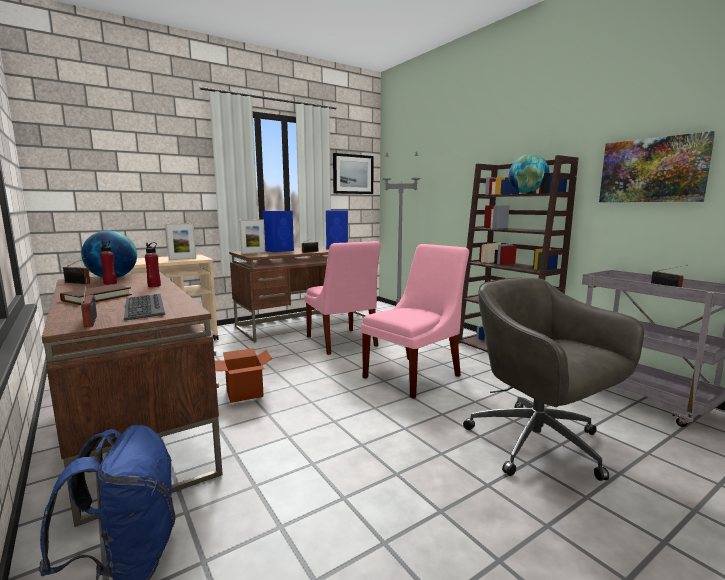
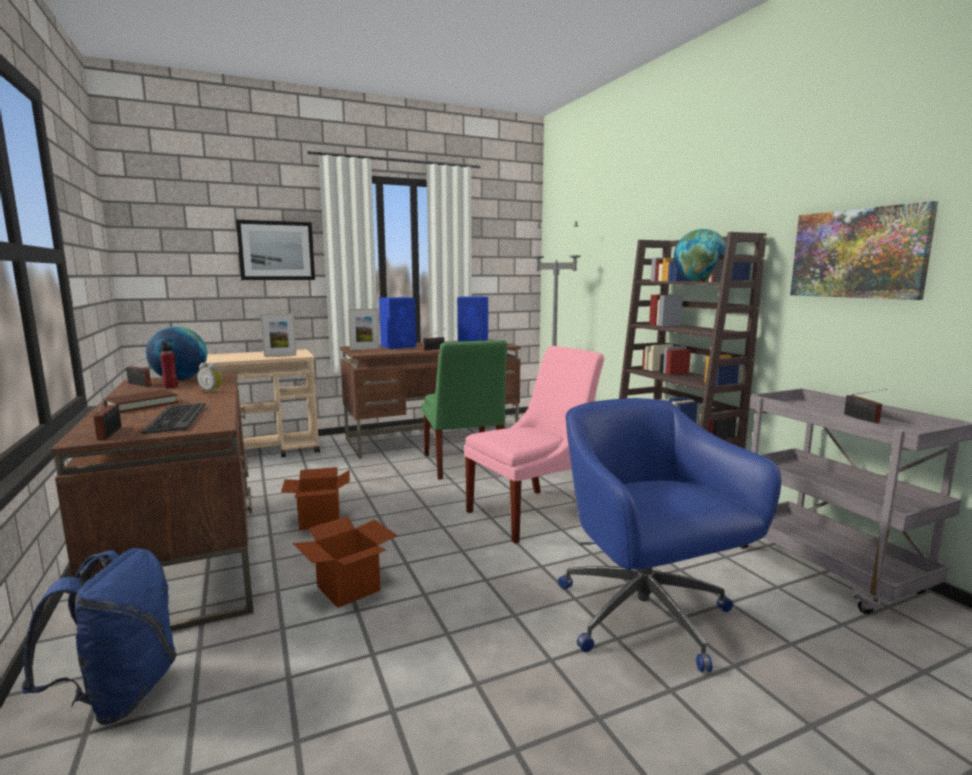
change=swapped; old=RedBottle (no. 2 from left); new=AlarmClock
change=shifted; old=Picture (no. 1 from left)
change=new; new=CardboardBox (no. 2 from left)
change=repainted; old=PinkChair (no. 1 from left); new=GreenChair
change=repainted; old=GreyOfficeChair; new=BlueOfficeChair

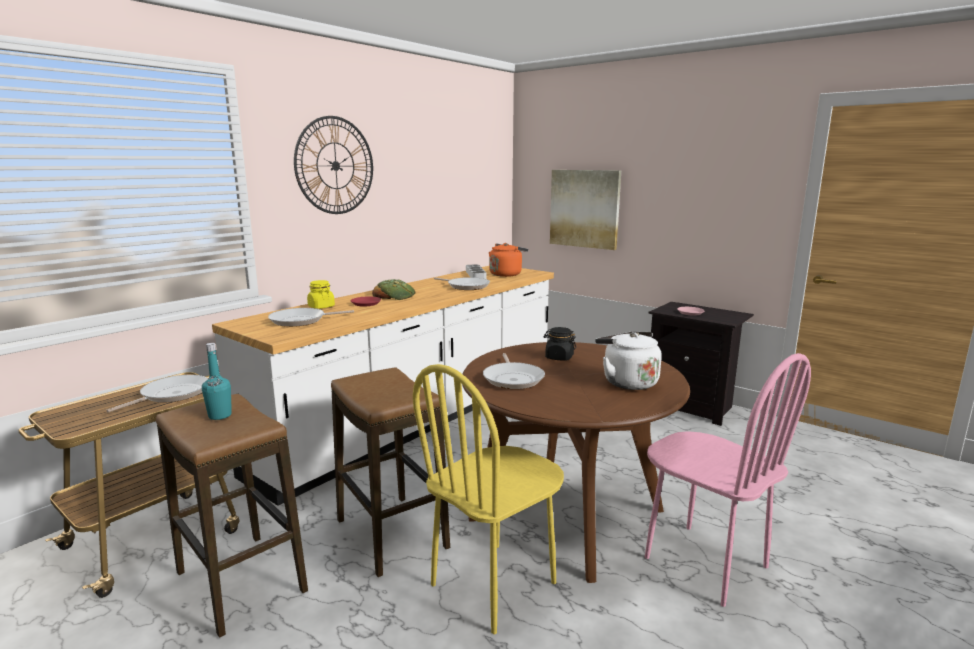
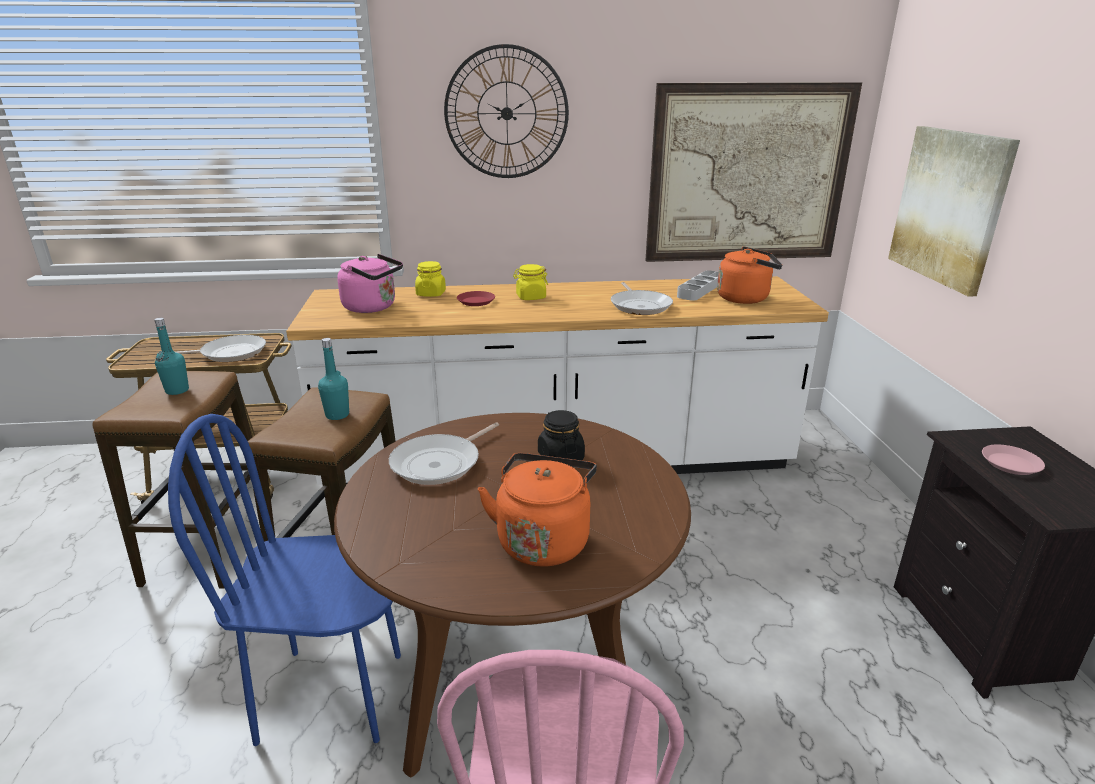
change=repainted; old=YellowChair; new=BlueChair
change=new; new=TurquoiseBottle (no. 2 from left)
change=swapped; old=FryingPan (no. 2 from left); new=PinkKettle
change=repainted; old=WhiteKettle; new=OrangeKettle (no. 1 from left)
change=swapped; old=Bread; new=YellowJar (no. 2 from left)
change=new; new=Picture (no. 1 from left)

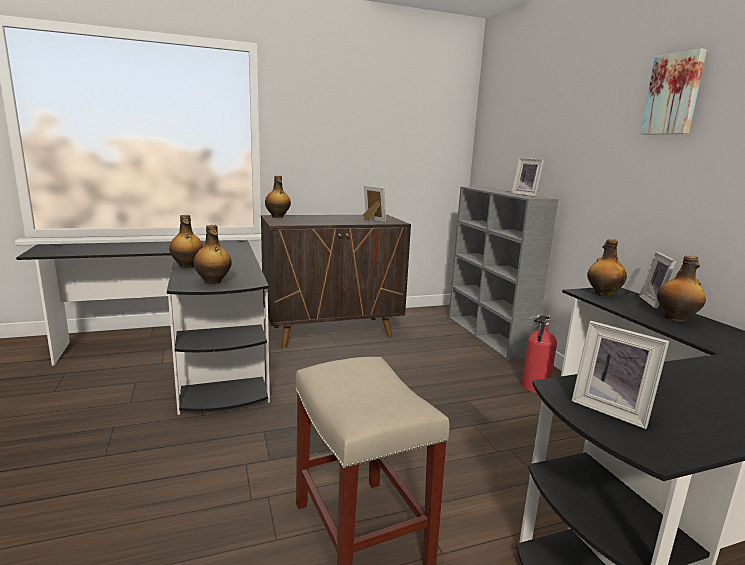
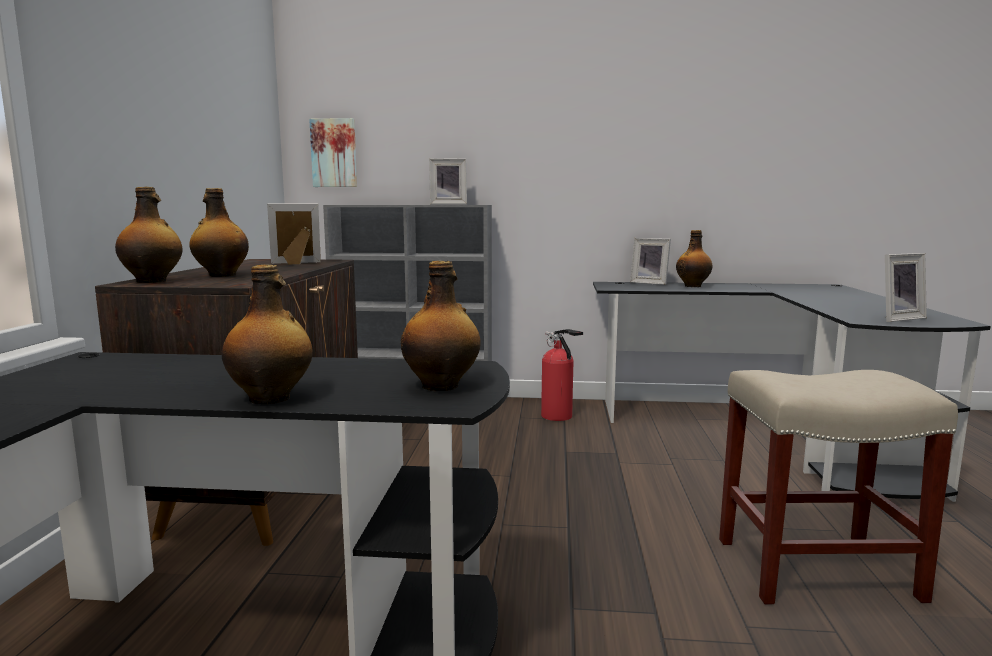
change=shifted; old=Bottle (no. 4 from left in the first image); new=Bottle (no. 2 from left)
change=shifted; old=Picture

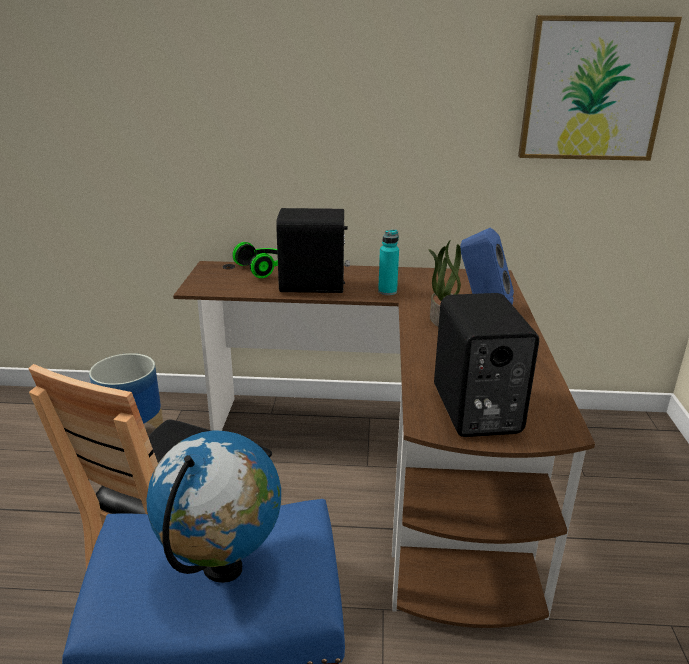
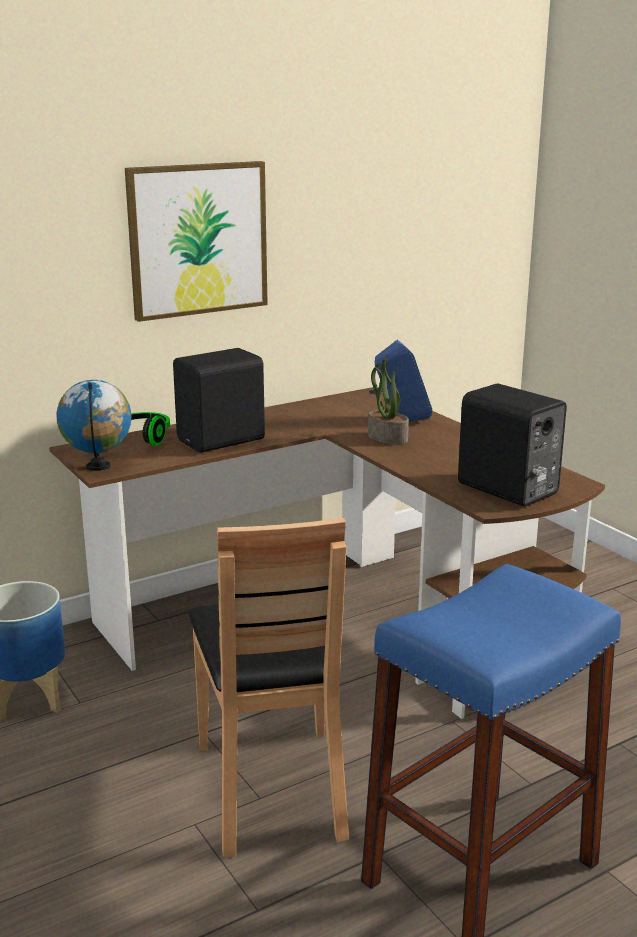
change=shifted; old=Globe
change=shifted; old=Picture
change=gone; old=TurquoiseBottle

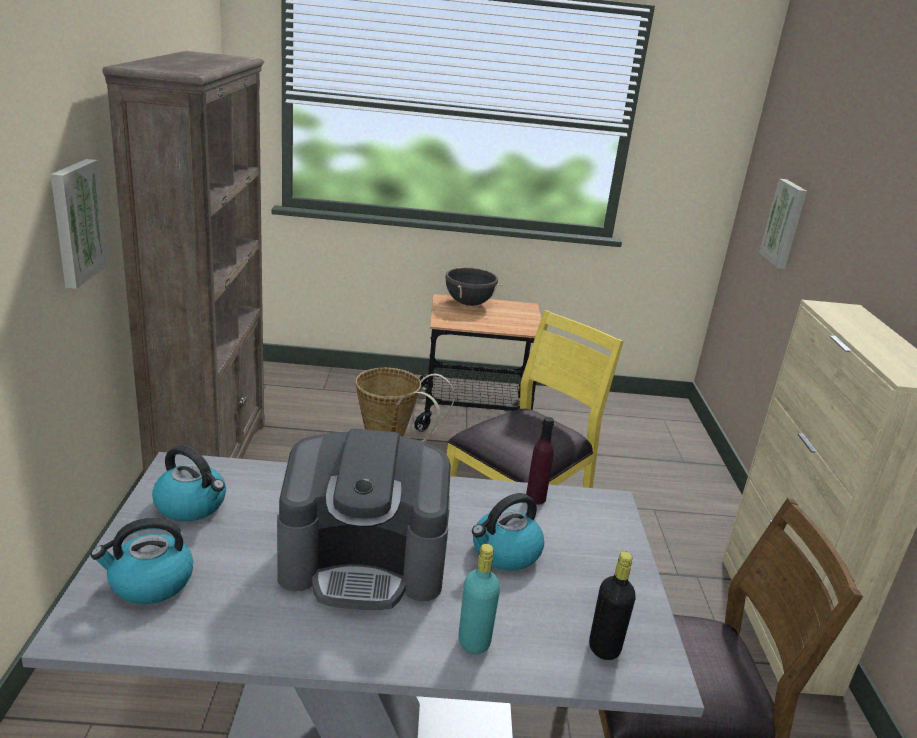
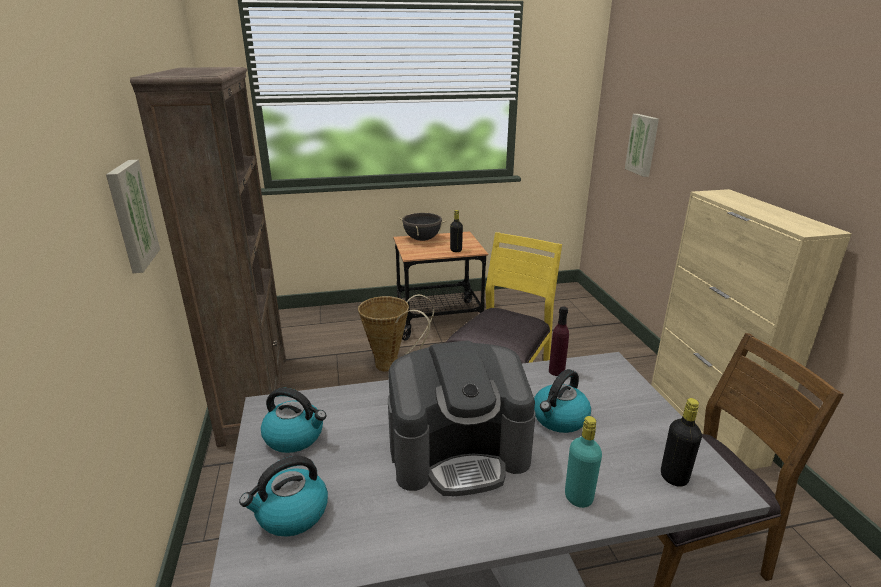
change=new; new=BlackBottle (no. 1 from left)

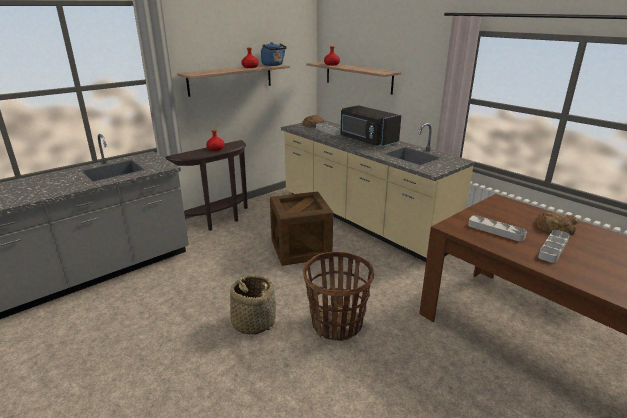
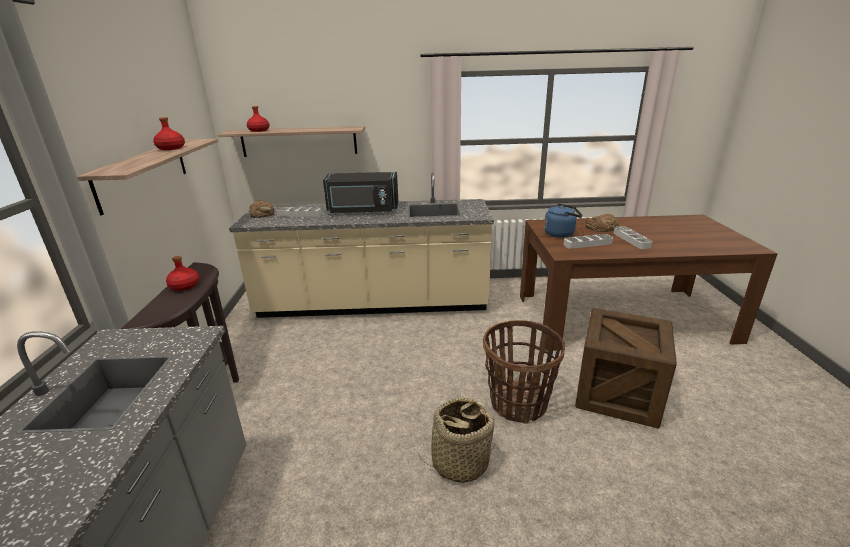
change=shifted; old=BlueKettle
change=shifted; old=Crate

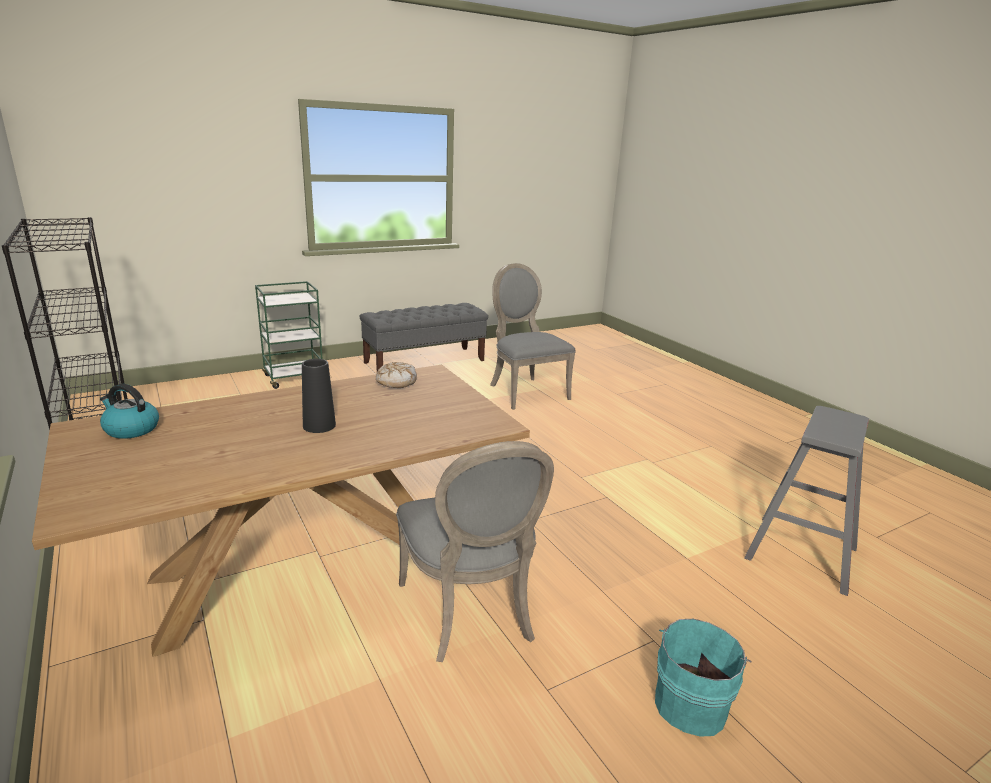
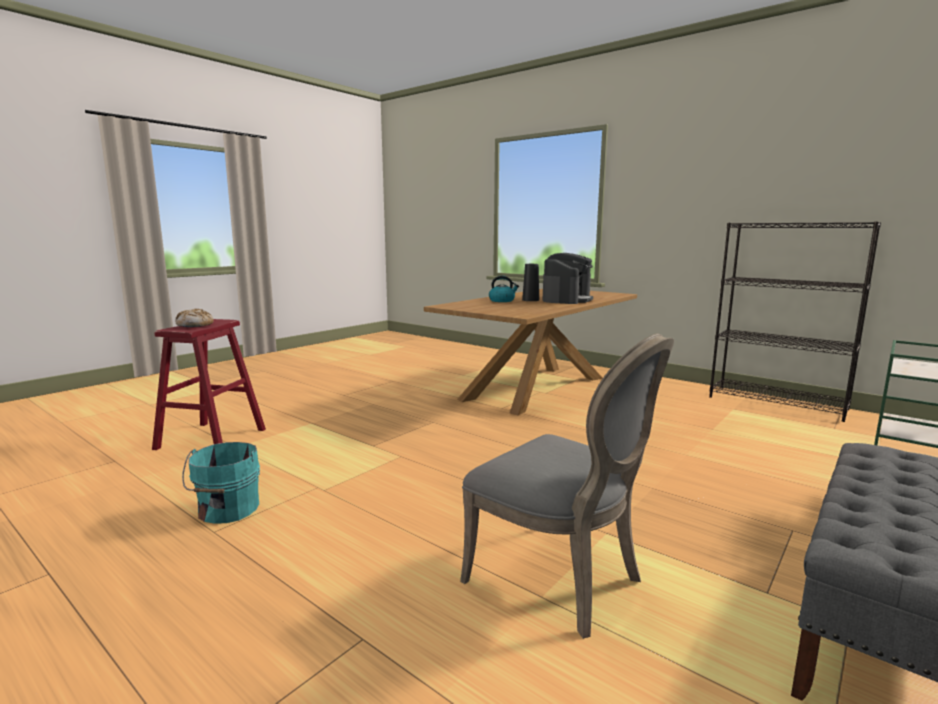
change=repainted; old=GreyStool; new=RedStool
change=shifted; old=Bread
change=shifted; old=TurquoiseBucket
change=shifted; old=Kettle
change=new; new=CoffeeMachine
change=gone; old=GreyChair (no. 1 from left)

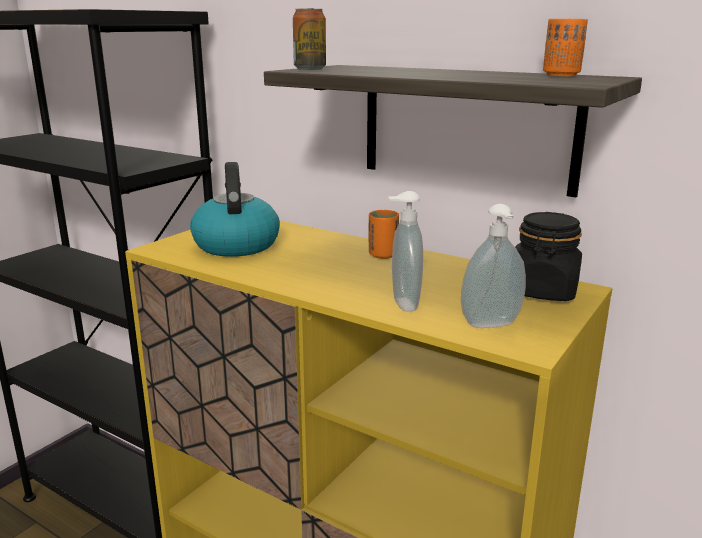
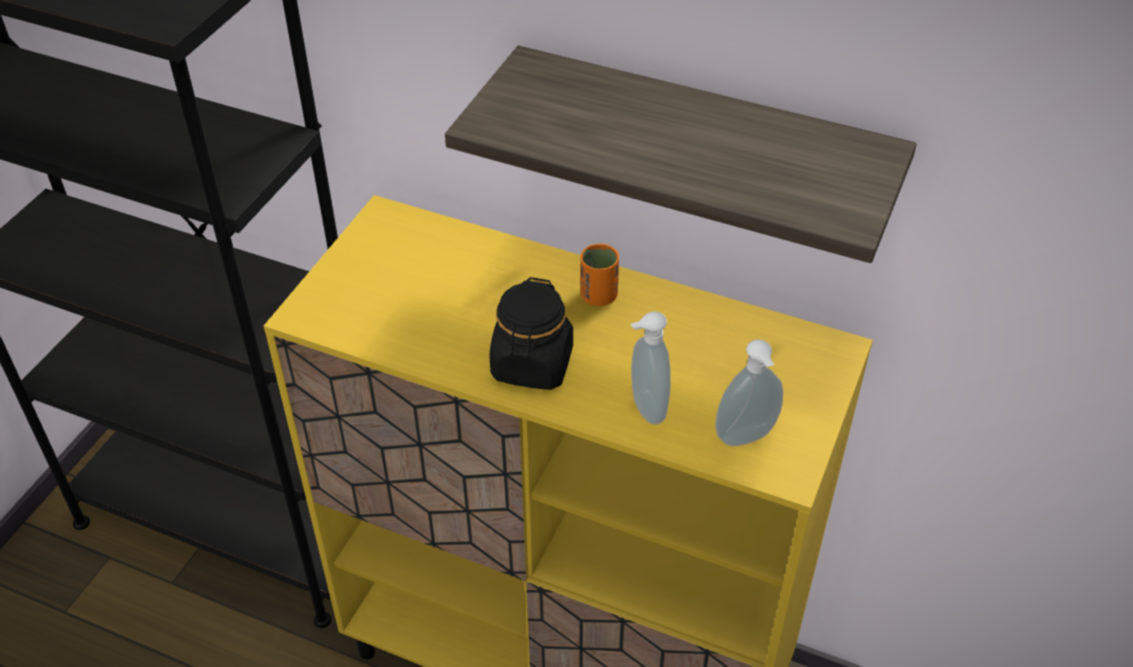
change=shifted; old=BlackJar
change=gone; old=Kettle
change=gone; old=Can
change=gone; old=OrangeCup (no. 2 from left)

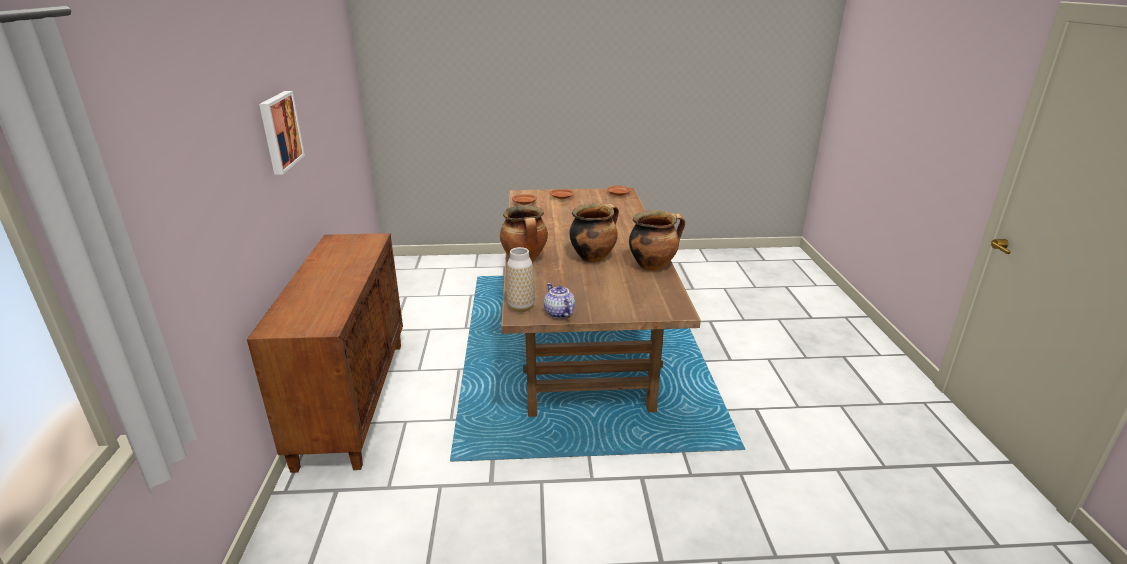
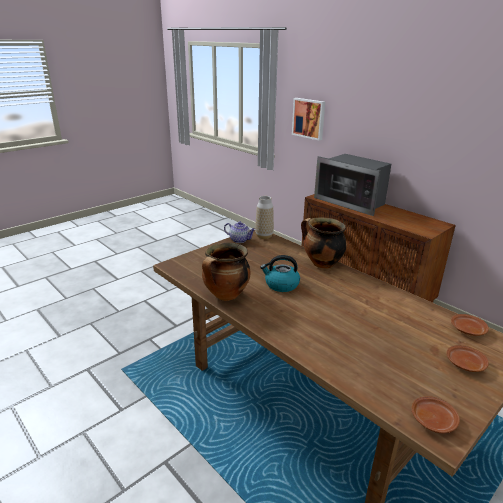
change=swapped; old=CookingPot (no. 2 from left); new=Kettle
change=shifted; old=Picture
change=new; new=Microwave

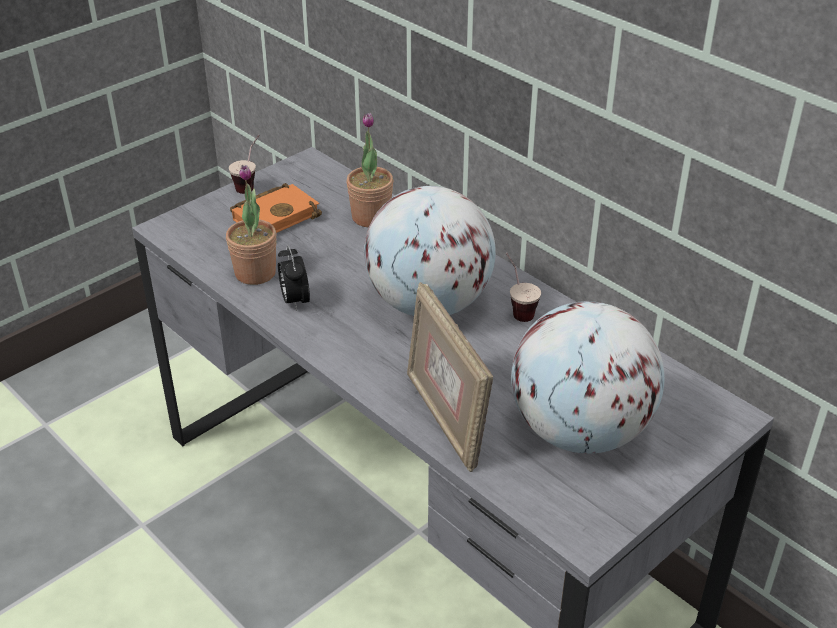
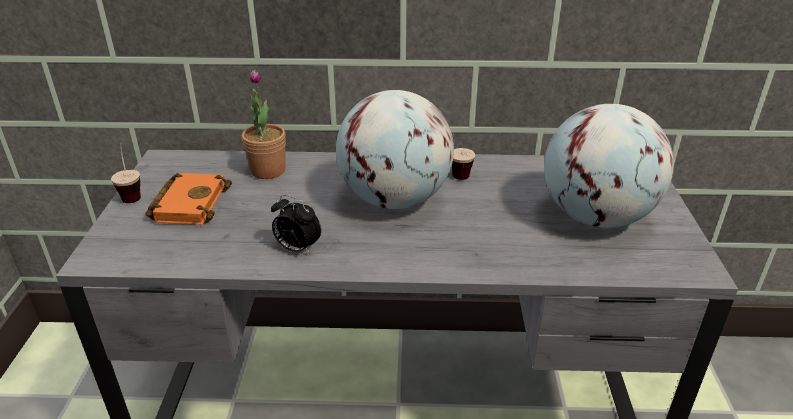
change=gone; old=PottedPlant (no. 1 from left)
change=gone; old=PictureFrame

